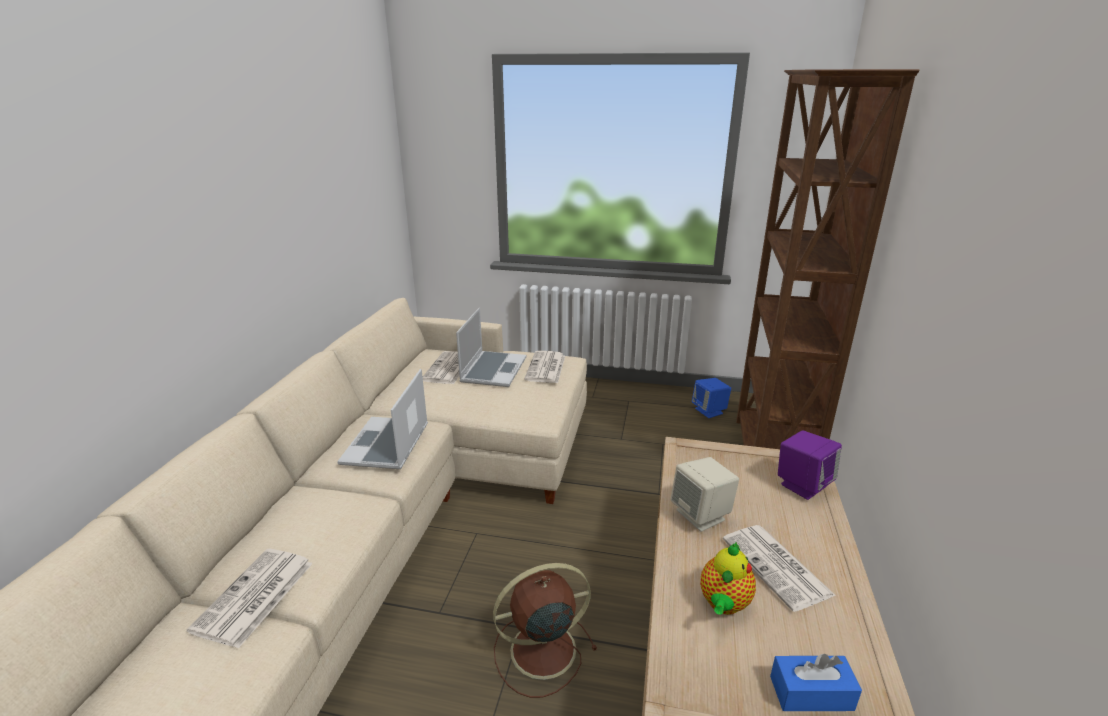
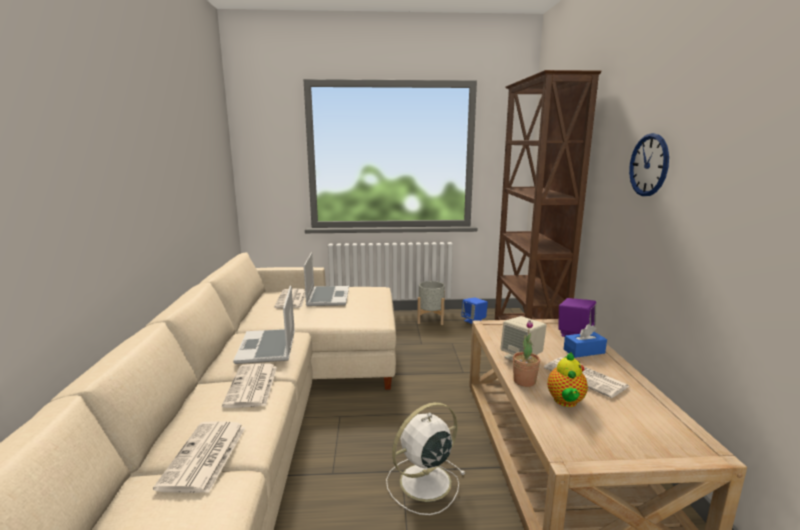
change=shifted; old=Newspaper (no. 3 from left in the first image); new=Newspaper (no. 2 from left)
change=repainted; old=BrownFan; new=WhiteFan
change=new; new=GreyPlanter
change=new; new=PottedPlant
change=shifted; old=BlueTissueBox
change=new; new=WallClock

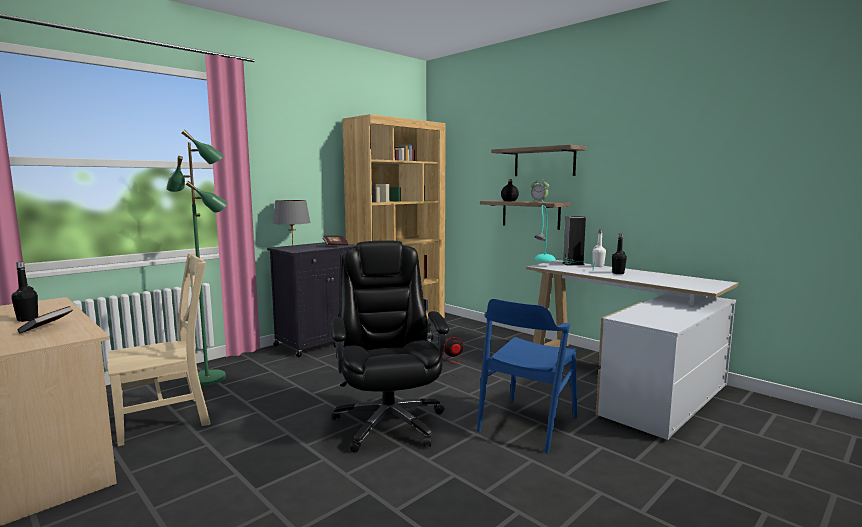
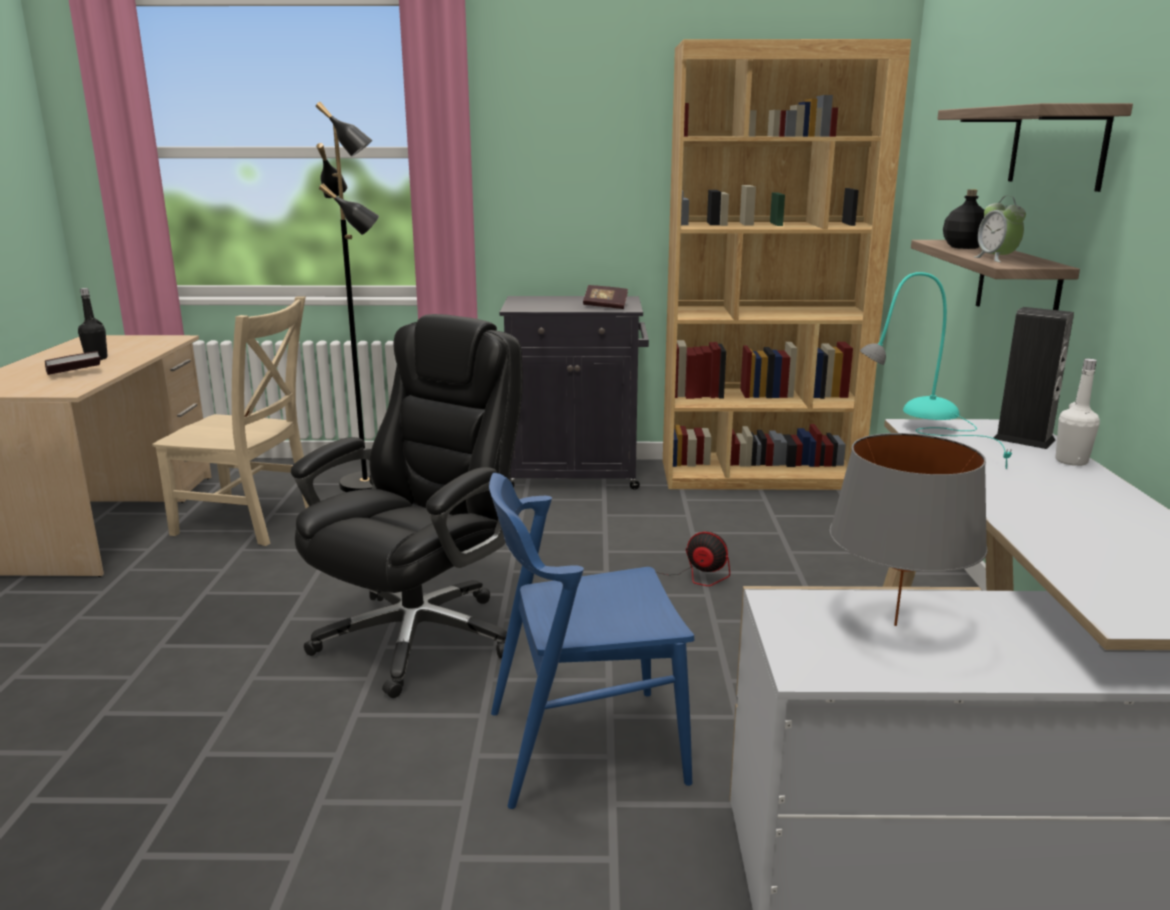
change=repainted; old=GreenFloorLamp; new=BlackFloorLamp
change=shifted; old=GreyTableLamp
change=gone; old=BlackBottle (no. 3 from left)

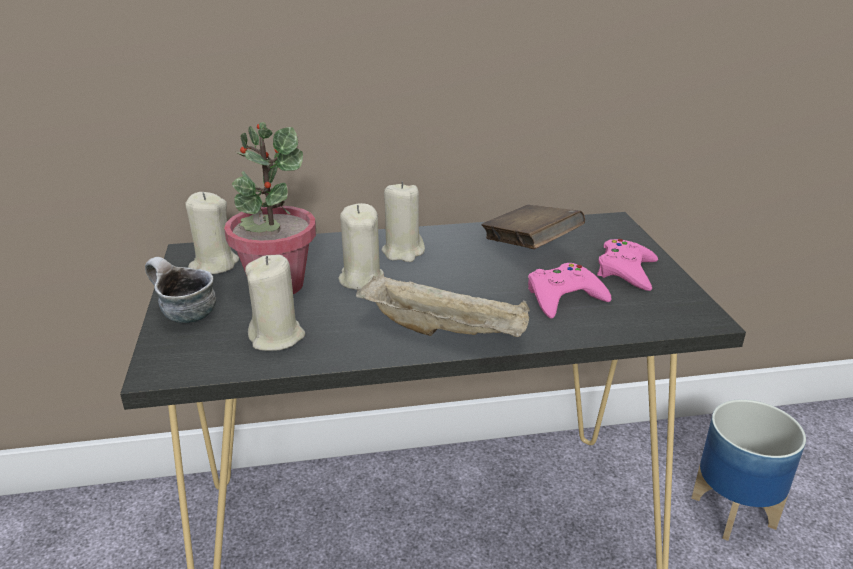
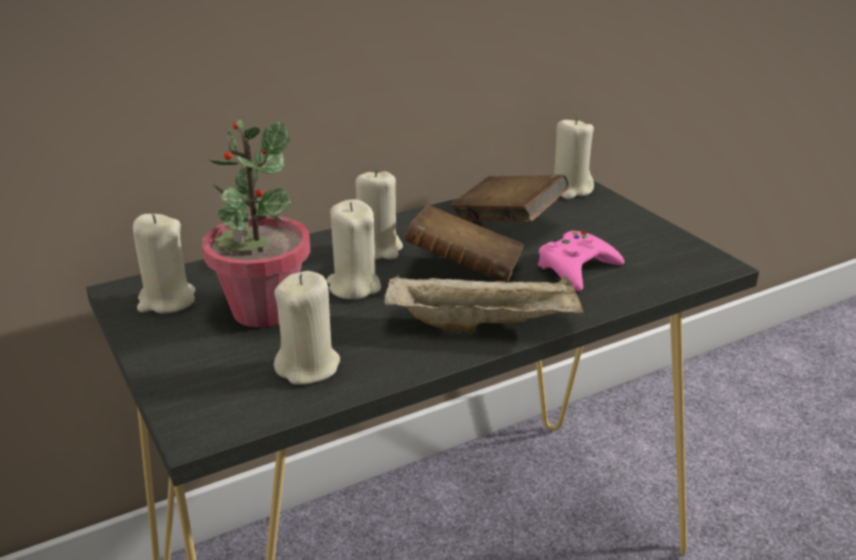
change=new; new=BrownBook (no. 1 from left)
change=new; new=BeigeCandle (no. 5 from left)
change=gone; old=Mug
change=gone; old=PinkGameController (no. 2 from left)
change=gone; old=Planter

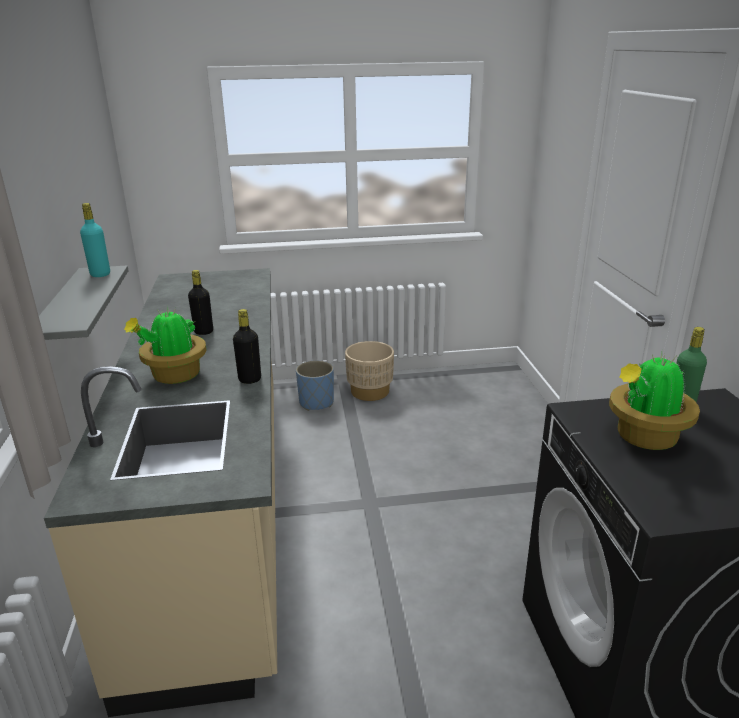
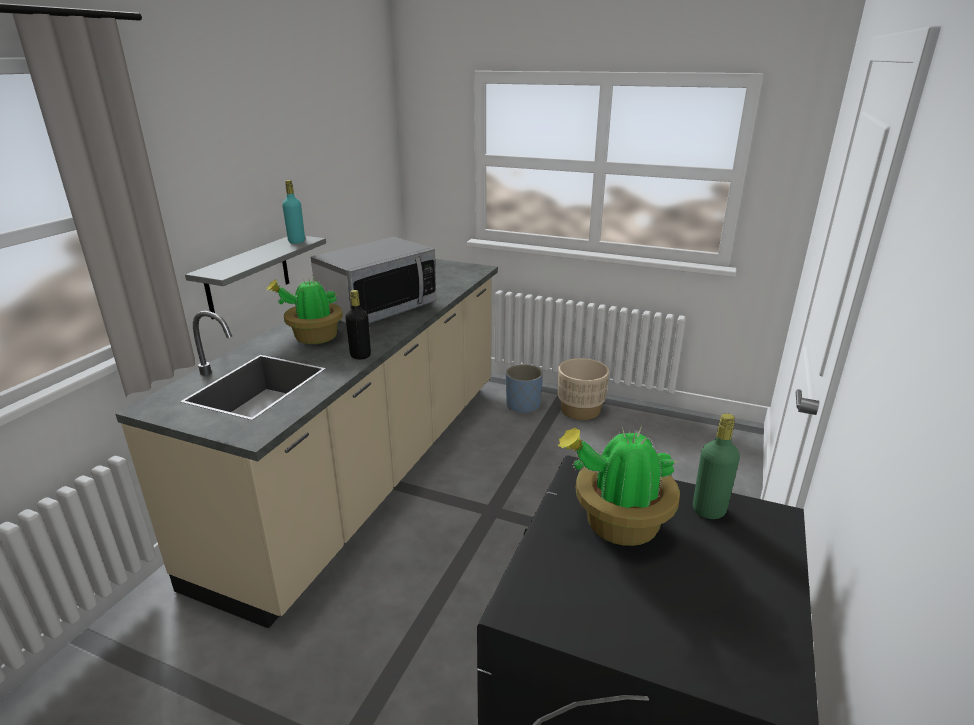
change=swapped; old=BlackBottle (no. 1 from left); new=Microwave

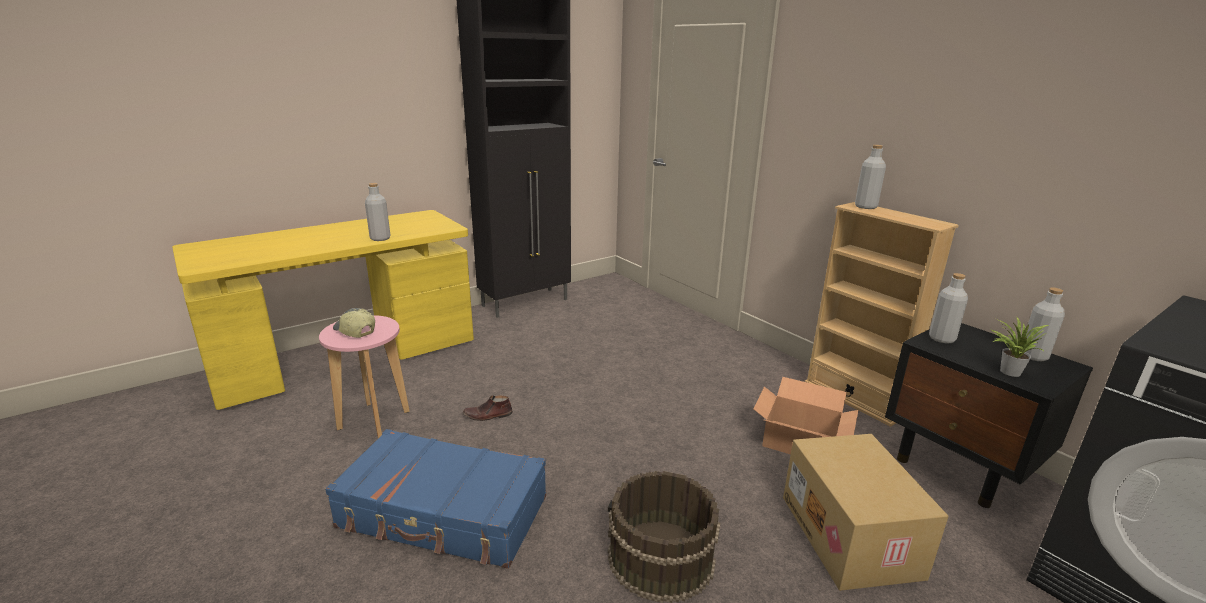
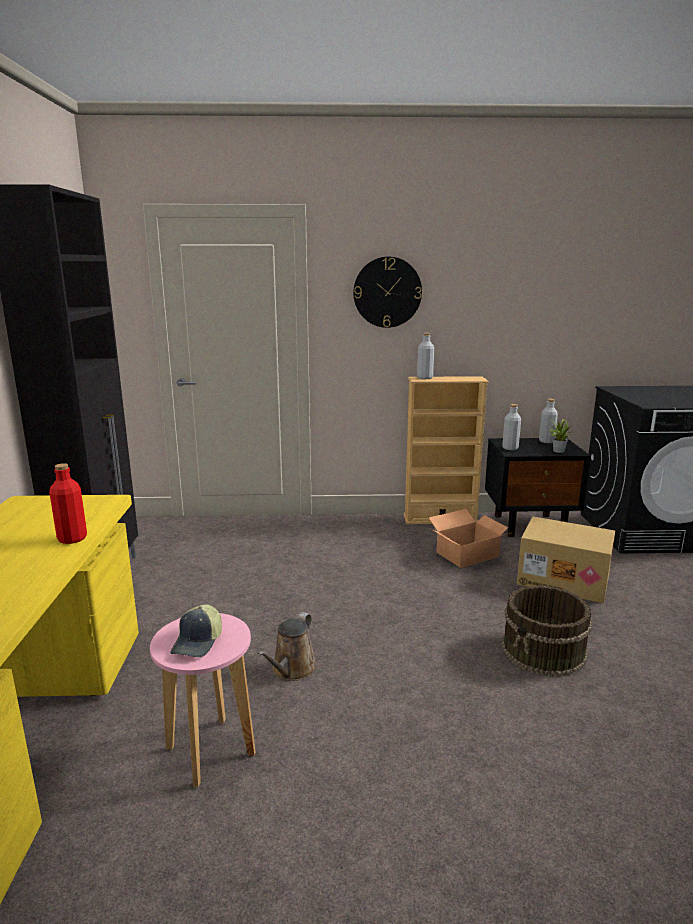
change=repainted; old=GreyBottle (no. 1 from left); new=RedBottle
change=rotated; old=Cap; degrees=-60
change=swapped; old=BrownShoe; new=BrownWateringCan
change=new; new=WallClock
change=gone; old=BlueSuitcase

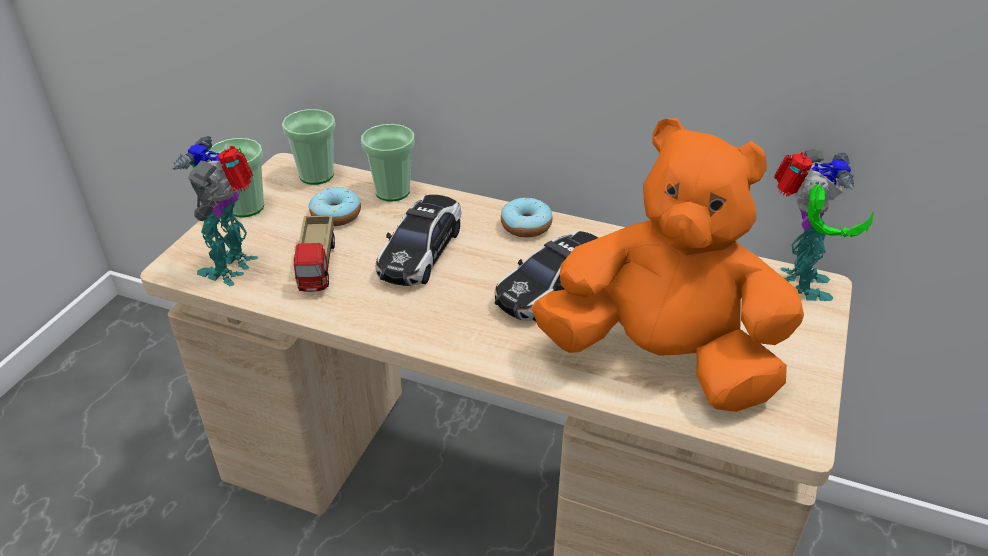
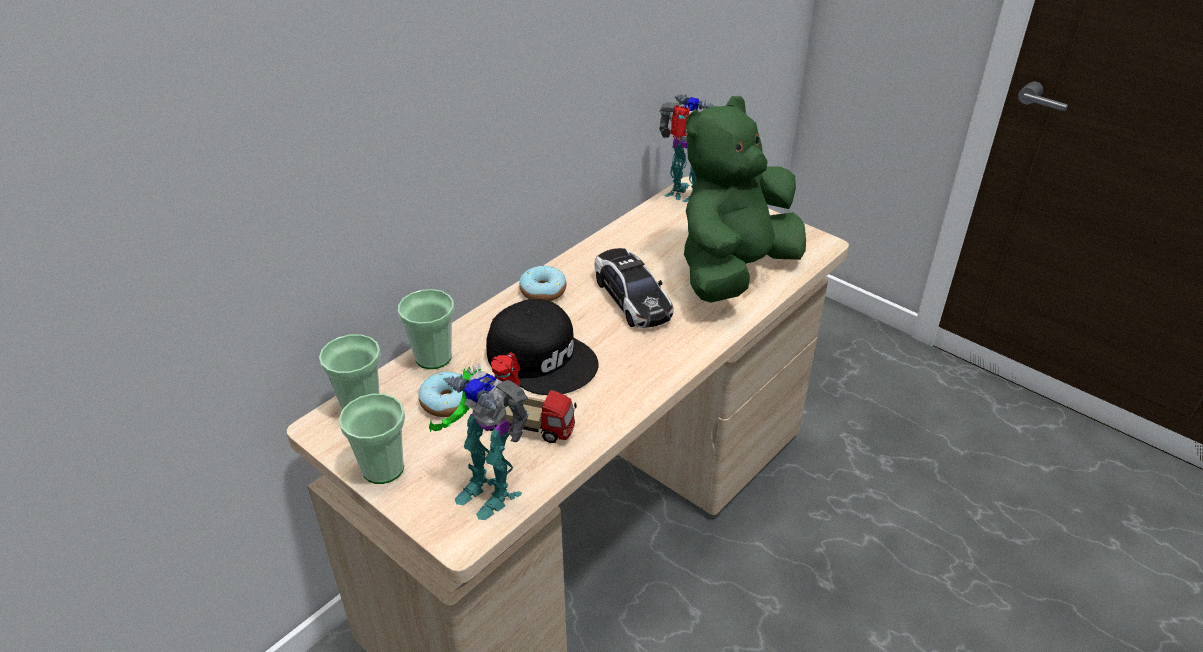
change=swapped; old=ToyCar (no. 1 from left); new=BlackCap
change=repainted; old=OrangePlushToy; new=GreenPlushToy

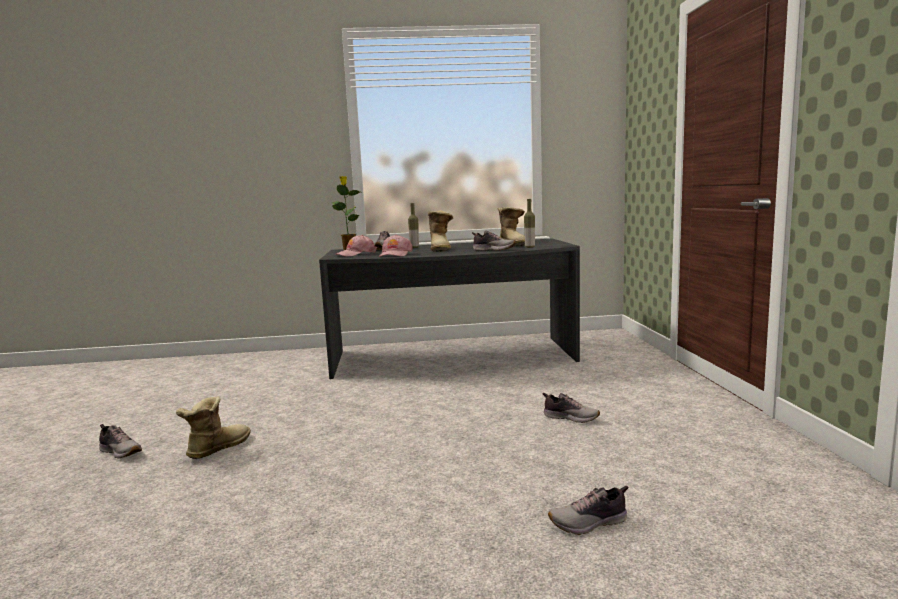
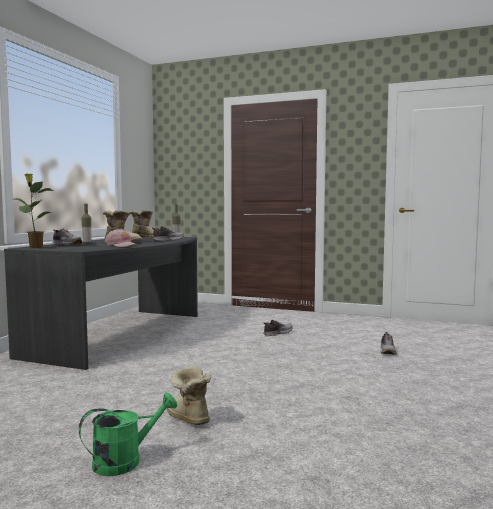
change=swapped; old=Shoe (no. 1 from left); new=GreenWateringCan
change=gone; old=PinkCap (no. 1 from left)

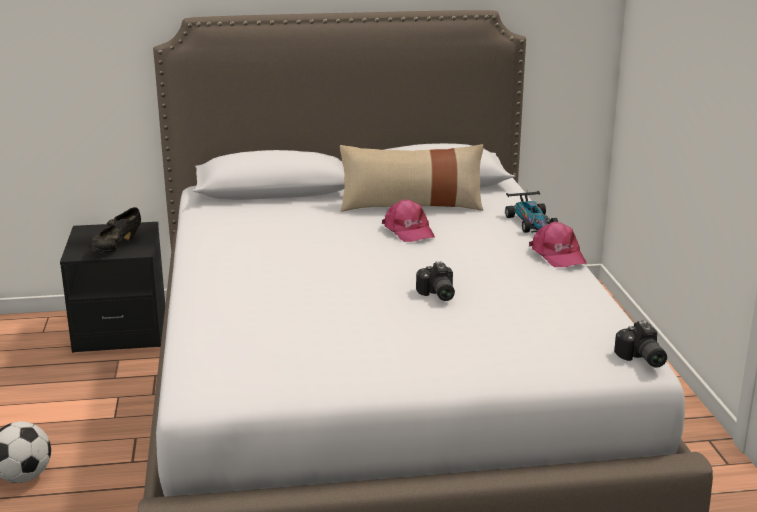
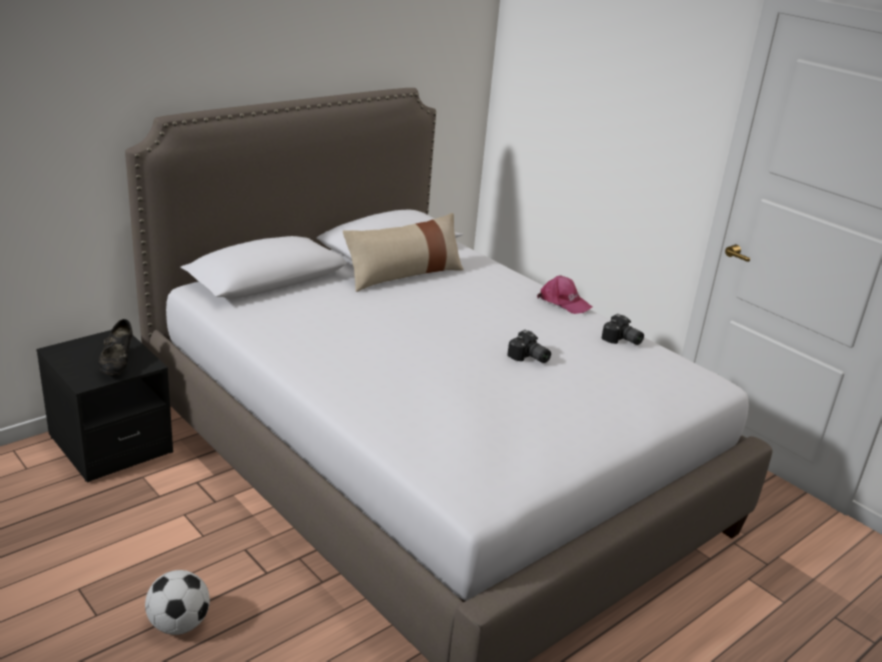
change=shifted; old=PhotoCamera (no. 2 from left)
change=gone; old=PinkCap (no. 1 from left)
change=gone; old=ToyCar

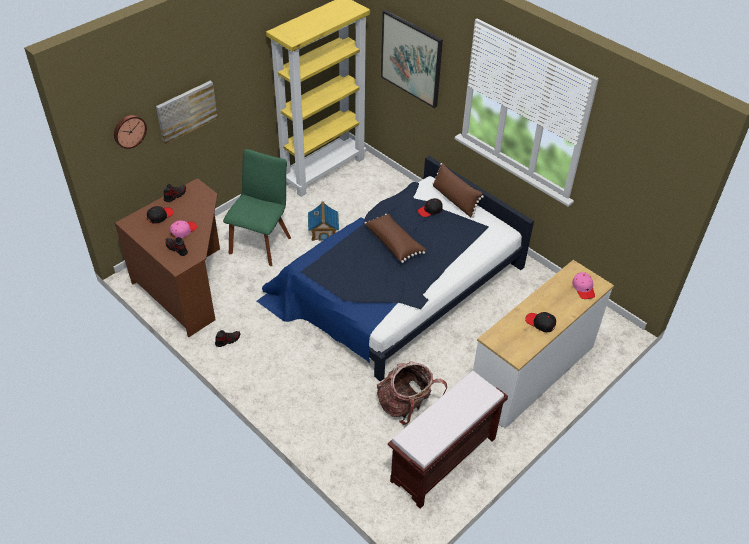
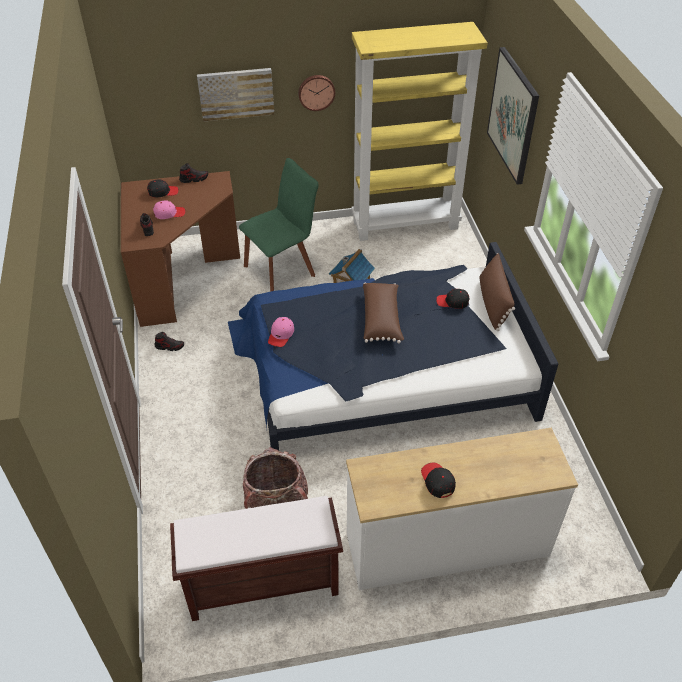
change=shifted; old=PinkCap (no. 2 from left)
change=shifted; old=WallClock

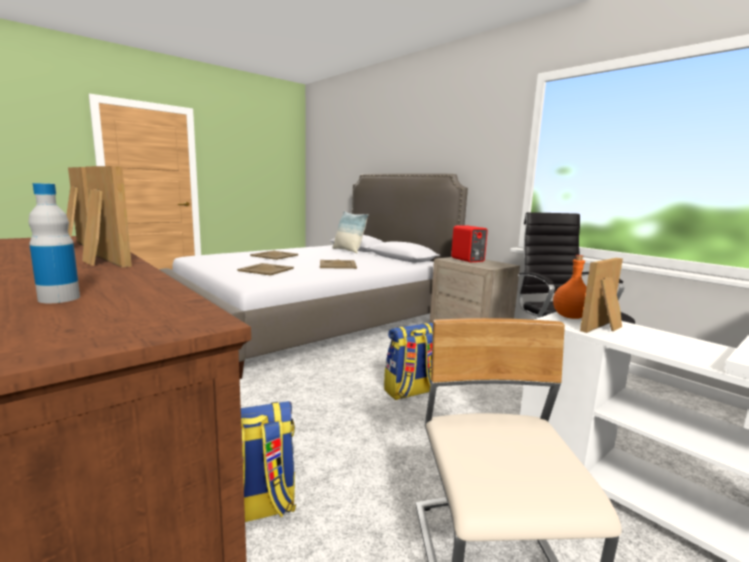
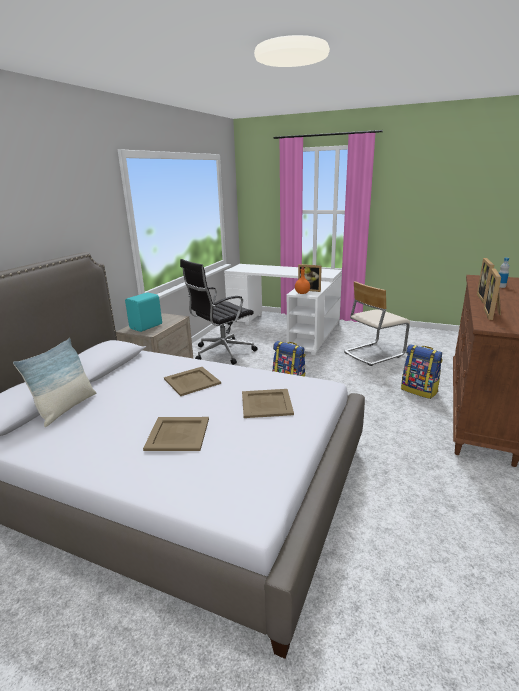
change=repainted; old=RedSpeaker; new=TurquoiseSpeaker

